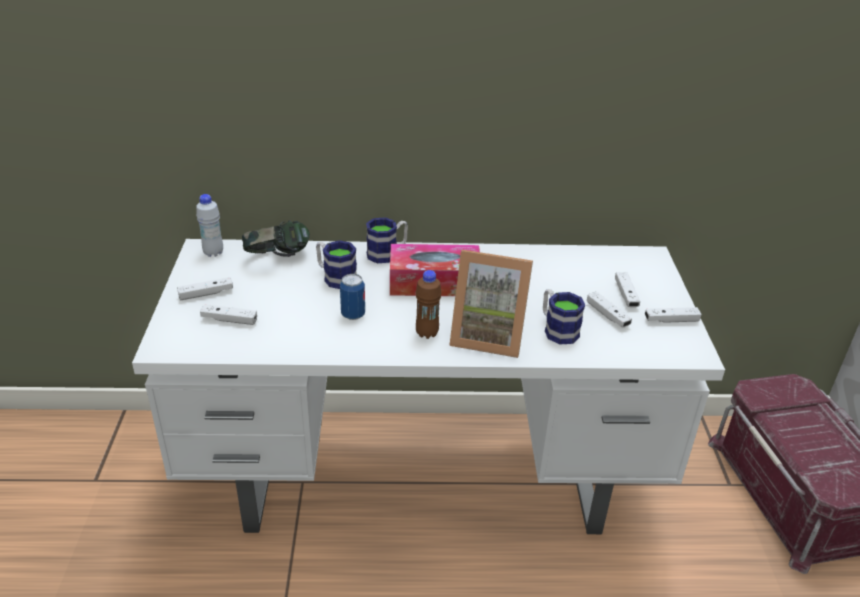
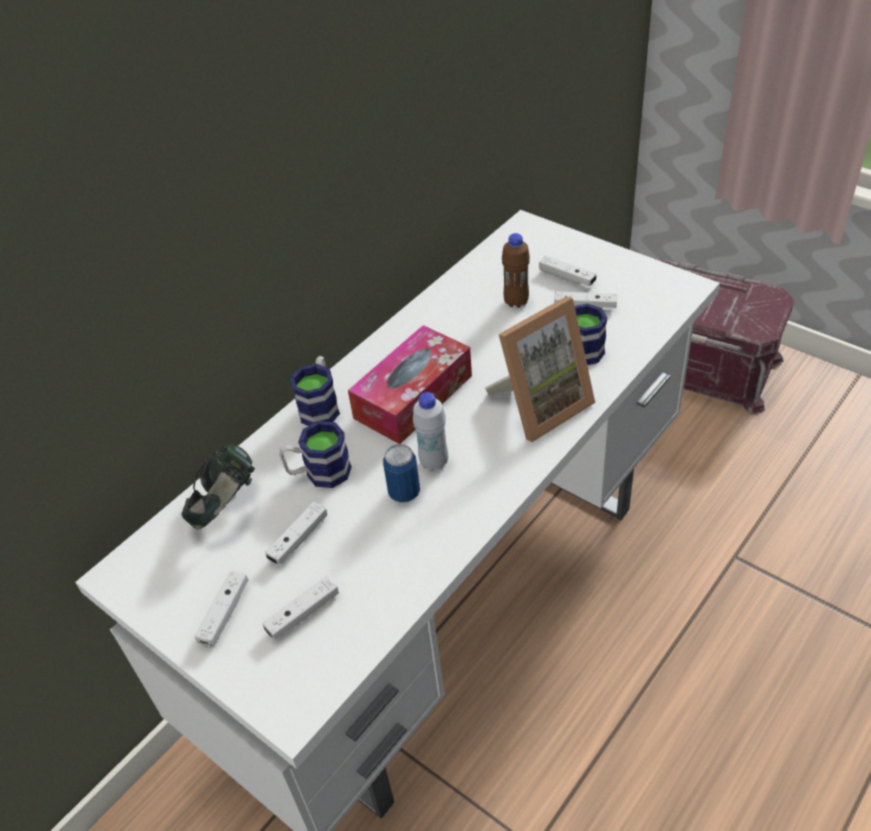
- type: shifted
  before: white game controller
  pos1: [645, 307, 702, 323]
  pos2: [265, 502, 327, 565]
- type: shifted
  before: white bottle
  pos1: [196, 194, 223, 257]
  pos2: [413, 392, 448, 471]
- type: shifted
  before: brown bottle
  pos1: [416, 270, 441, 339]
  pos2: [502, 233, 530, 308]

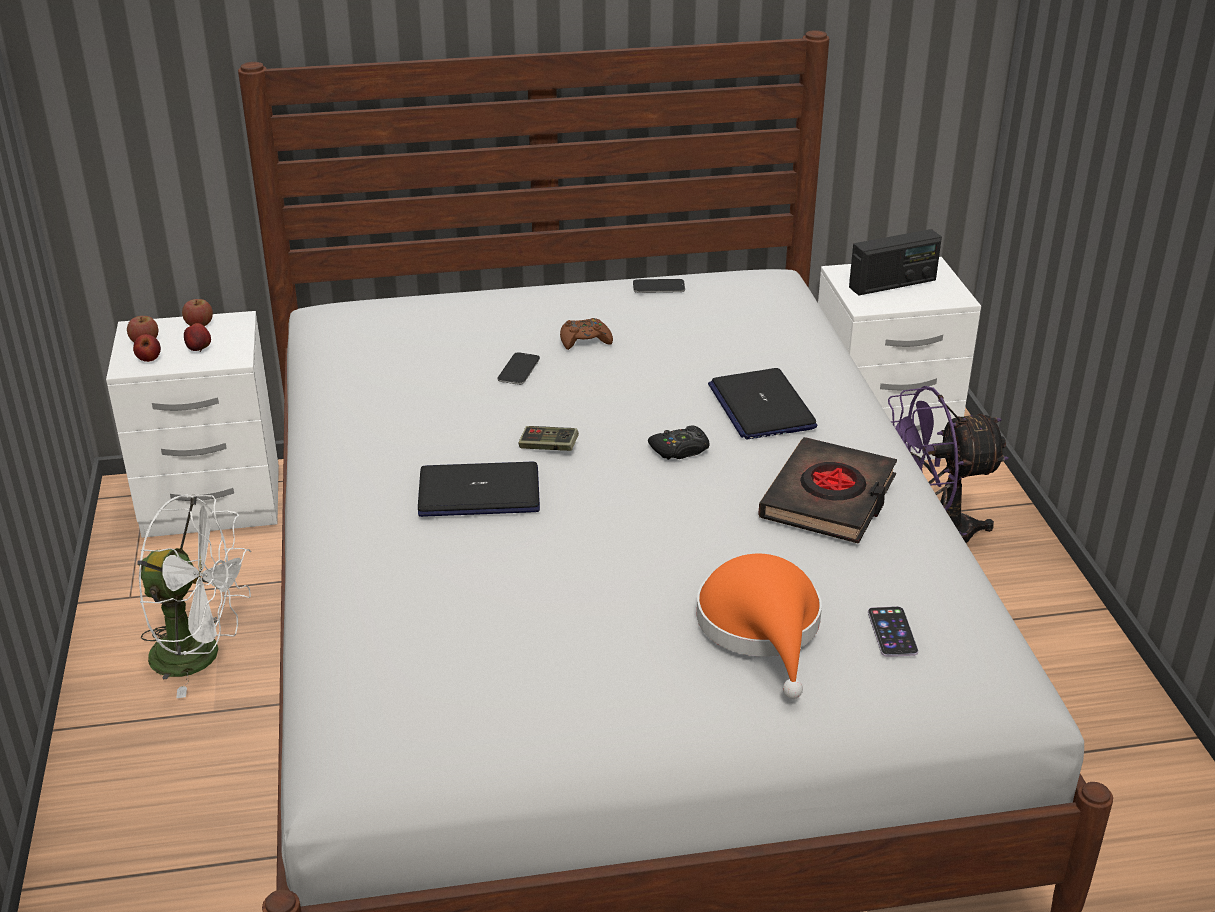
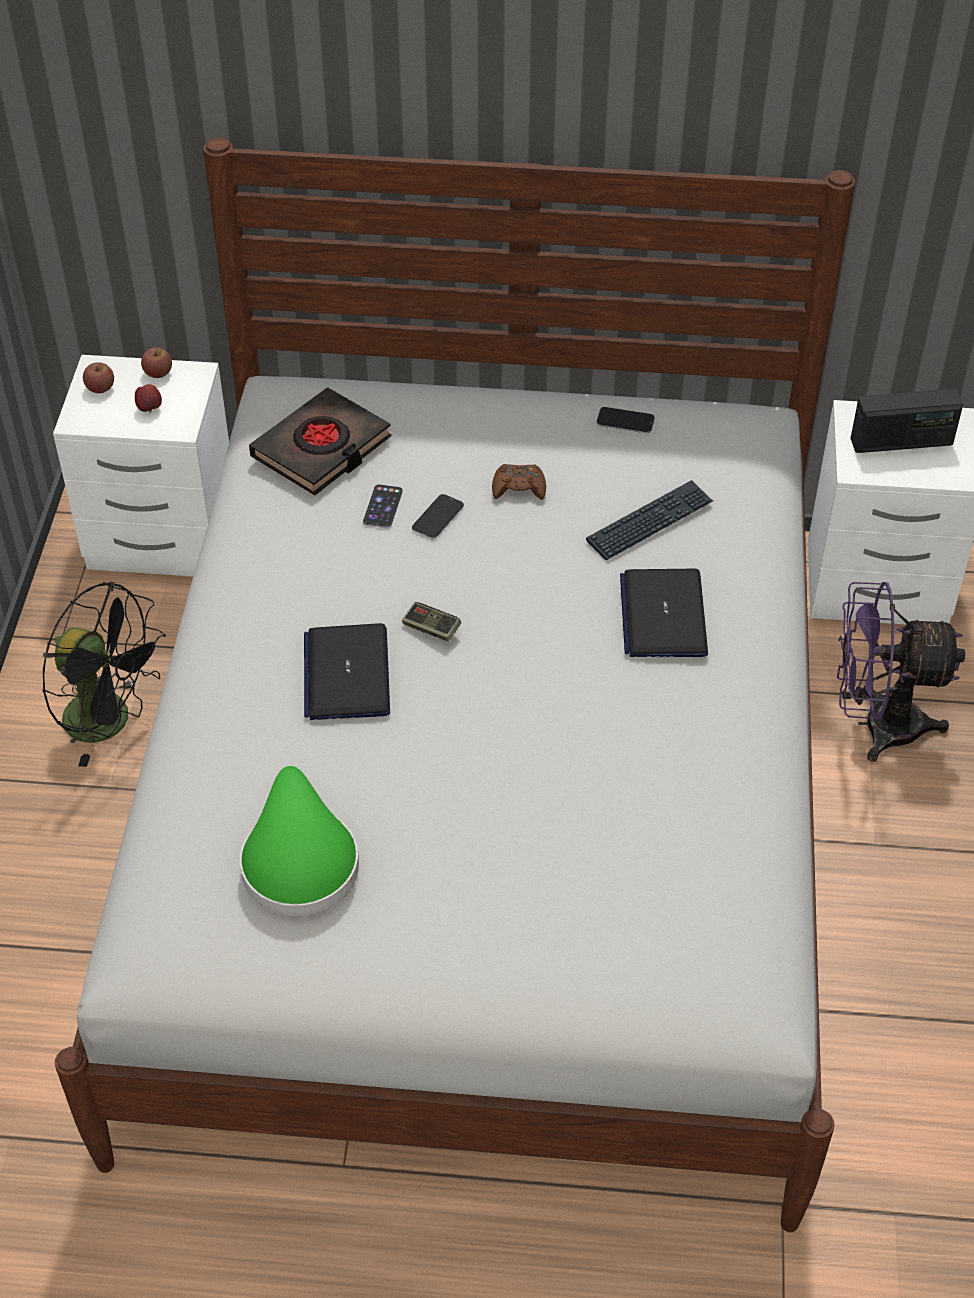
- type: repainted
  before: white fan
  after: black fan
  pos1: [137, 494, 251, 699]
  pos2: [42, 581, 166, 767]
- type: new
  after: green hat
  pos2: [240, 766, 359, 916]
- type: shifted
  before: black book
  pos1: [758, 437, 897, 544]
  pos2: [249, 387, 392, 495]
- type: rotated
  before: laptop
  pos1: [418, 461, 540, 517]
  pos2: [304, 623, 390, 720]
  turn: -105
- type: shifted
  before: phone
  pos1: [868, 606, 918, 657]
  pos2: [363, 484, 403, 528]
- type: new
  after: keyboard
  pos2: [586, 480, 713, 560]
- type: gone
  before: apple
  pos1: [133, 334, 161, 362]
- type: gone
  before: black game controller
  pos1: [648, 426, 710, 460]
- type: gone
  before: orange hat
  pos1: [696, 554, 822, 699]

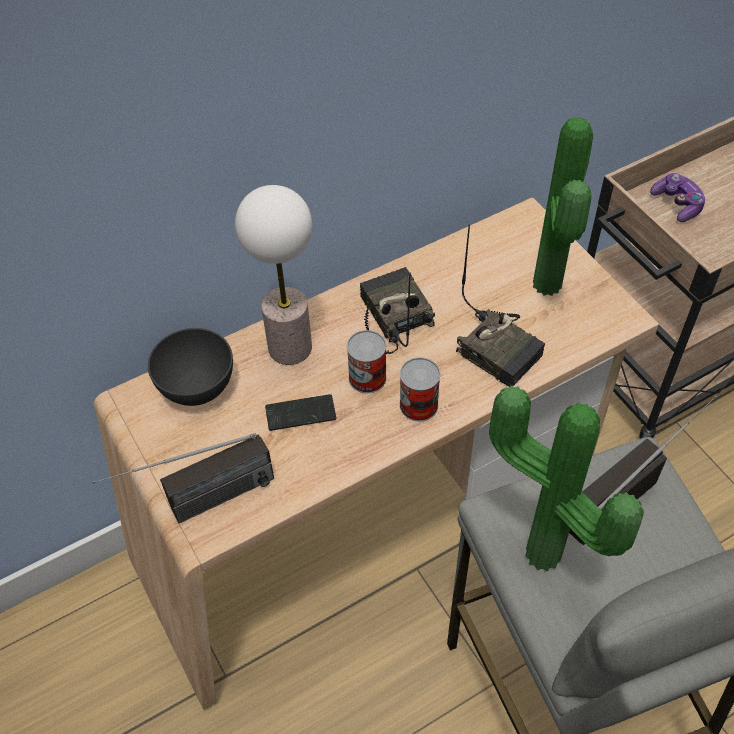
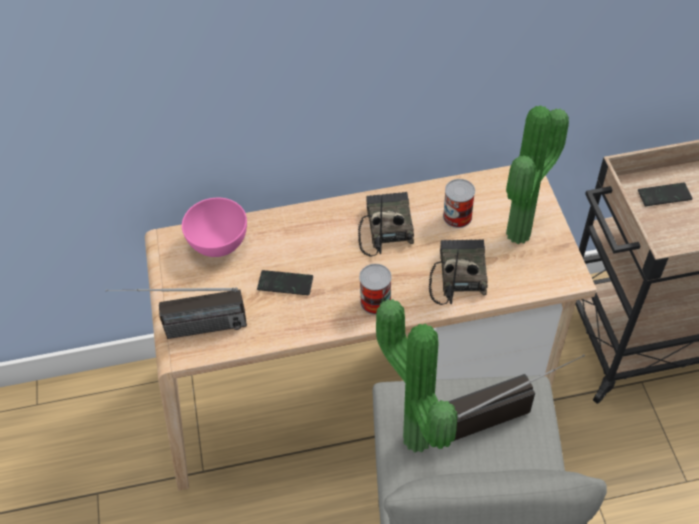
- type: repainted
  before: grey bowl
  after: pink bowl
  pos1: [148, 328, 233, 406]
  pos2: [182, 198, 247, 257]
- type: rotated
  before: radio
  pos1: [456, 224, 545, 387]
  pos2: [429, 239, 488, 305]
  turn: -150
- type: shifted
  before: can
  pos1: [347, 330, 387, 393]
  pos2: [443, 179, 475, 228]
- type: swapped
  before: game controller
  after: phone
  pos1: [650, 173, 705, 222]
  pos2: [638, 183, 693, 206]
- type: gone
  before: table lamp
  pos1: [235, 185, 312, 365]

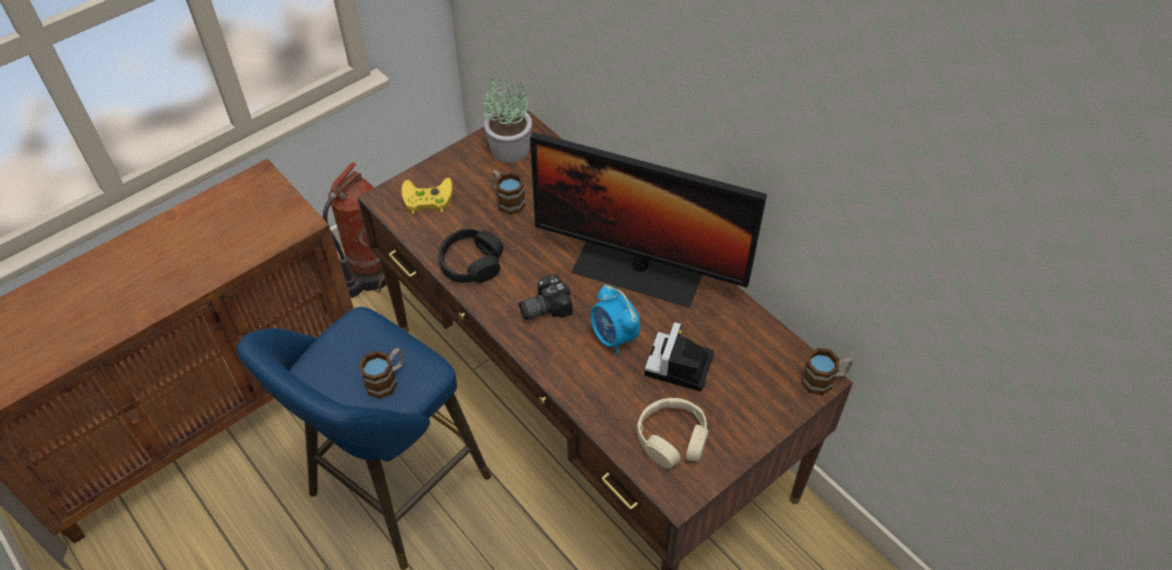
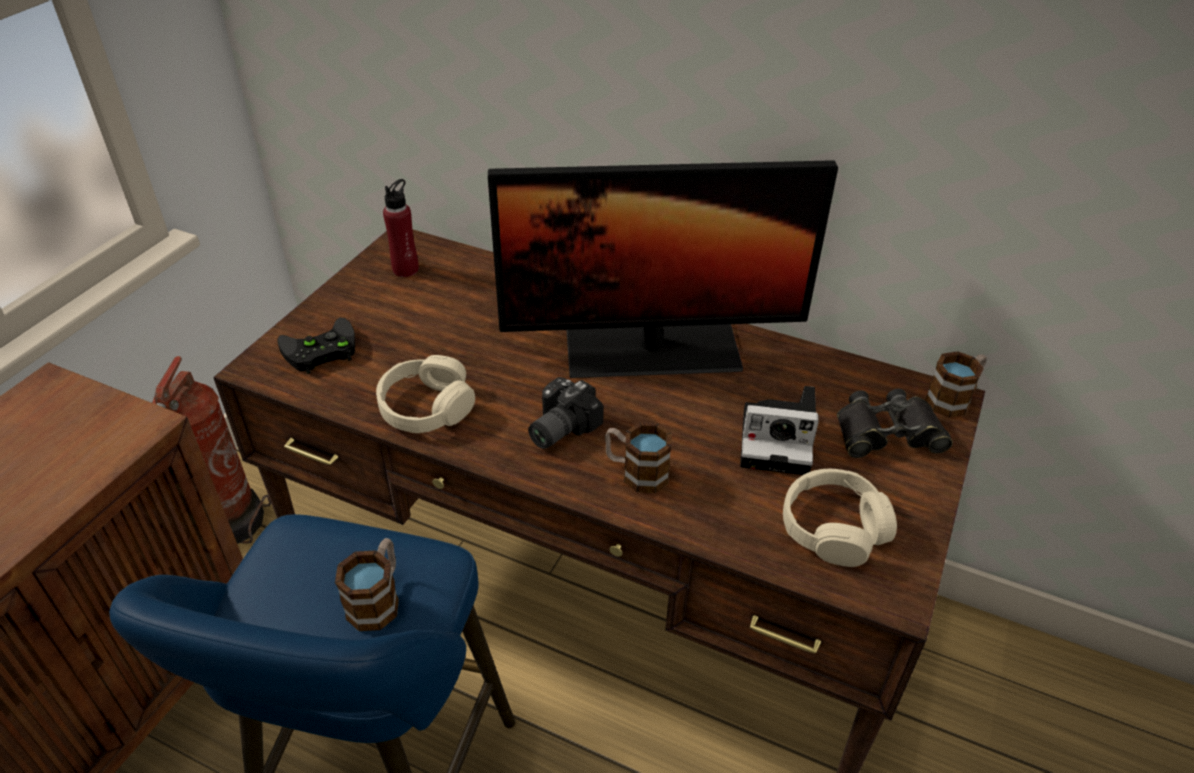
- type: repainted
  before: yellow game controller
  after: black game controller
  pos1: [402, 178, 453, 214]
  pos2: [277, 318, 355, 374]
- type: repainted
  before: black headphones
  after: beige headphones
  pos1: [438, 228, 503, 283]
  pos2: [376, 355, 475, 433]
- type: swapped
  before: potted plant
  after: red bottle
  pos1: [484, 76, 532, 163]
  pos2: [383, 179, 419, 277]
- type: shifted
  before: mug
  pos1: [492, 170, 526, 215]
  pos2: [605, 422, 672, 493]
- type: rotated
  before: photo camera
  pos1: [644, 322, 714, 391]
  pos2: [740, 386, 818, 475]
  turn: -75
- type: new
  after: black binoculars
  pos2: [837, 389, 953, 458]
- type: gone
  before: alarm clock
  pos1: [590, 284, 640, 355]

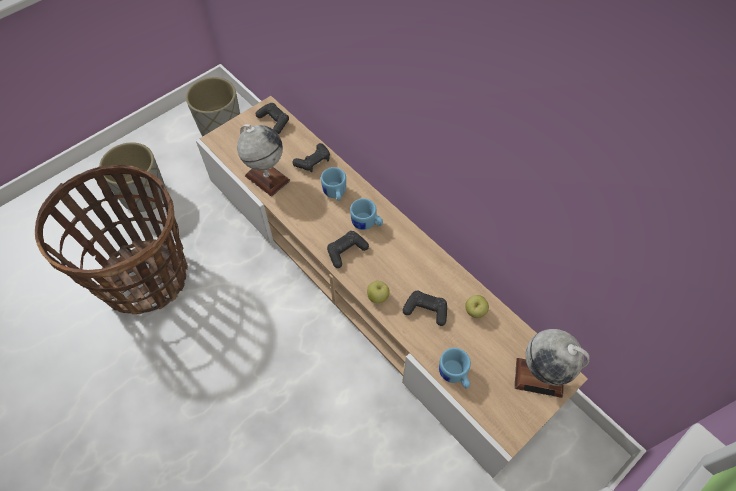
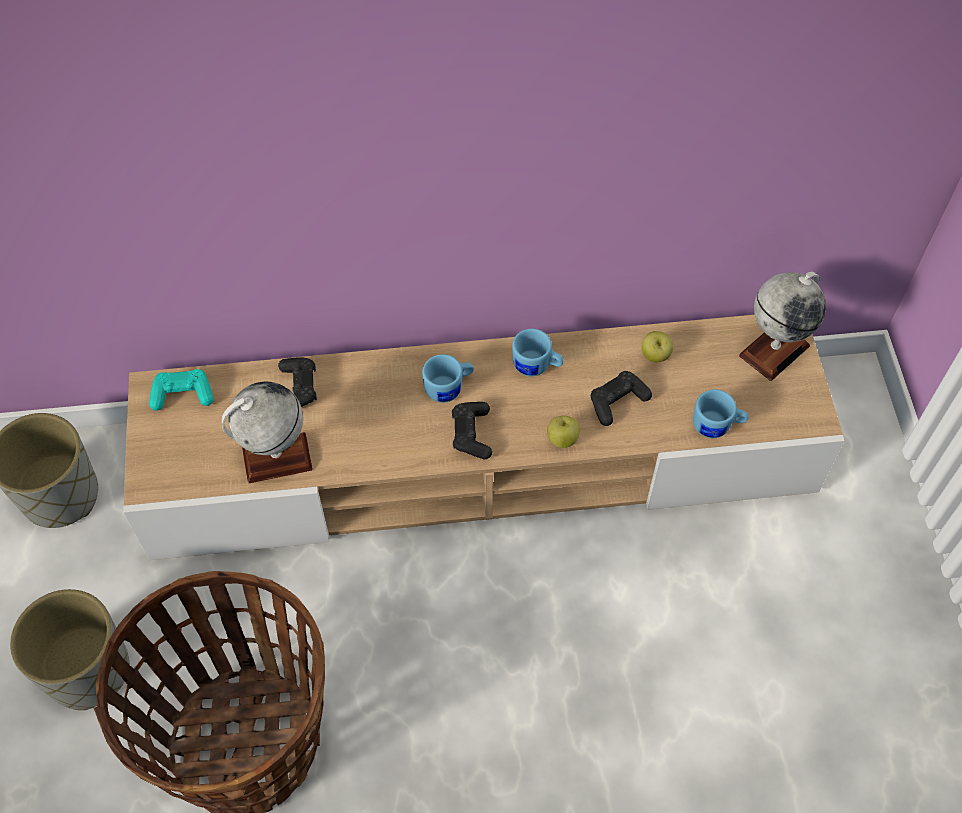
- type: repainted
  before: black game controller
  after: turquoise game controller
  pos1: [256, 103, 289, 134]
  pos2: [149, 369, 214, 411]
- type: shifted
  before: blue mug
  pos1: [321, 167, 346, 201]
  pos2: [512, 329, 564, 376]

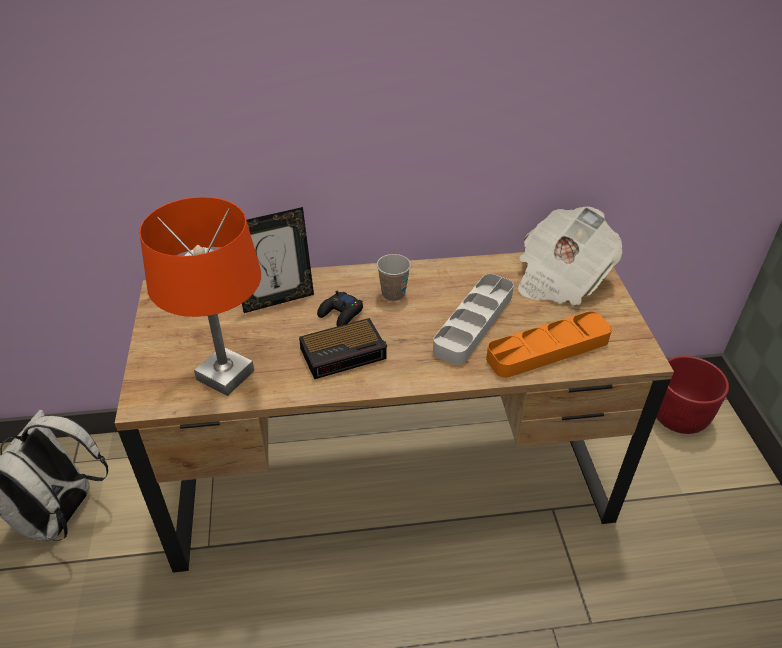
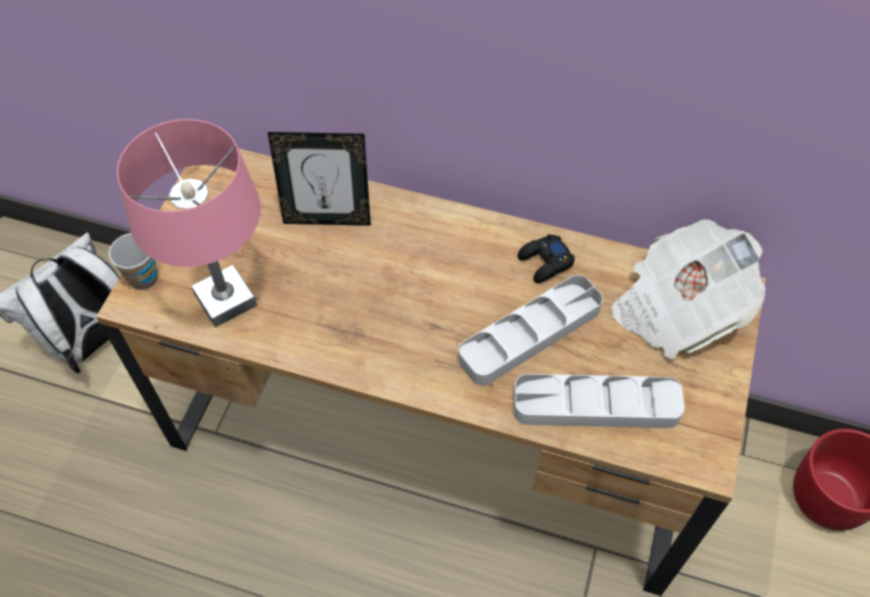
- type: shifted
  before: cup
  pos1: [377, 254, 411, 301]
  pos2: [109, 233, 158, 290]
- type: repainted
  before: orange table lamp
  after: pink table lamp
  pos1: [139, 197, 261, 396]
  pos2: [117, 119, 261, 327]
- type: repainted
  before: orange tray
  after: grey tray
  pos1: [486, 311, 612, 378]
  pos2: [513, 374, 685, 428]
- type: shifted
  before: black game controller
  pos1: [317, 291, 363, 326]
  pos2: [518, 234, 575, 283]
- type: gone
  before: alarm clock
  pos1: [299, 318, 387, 379]

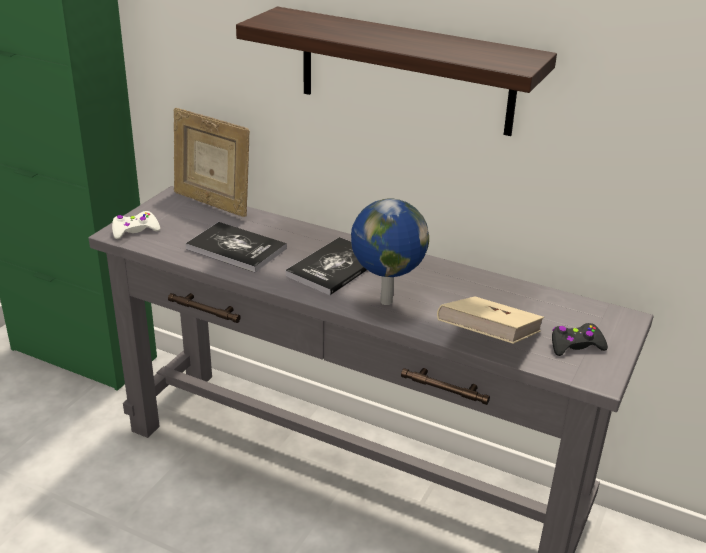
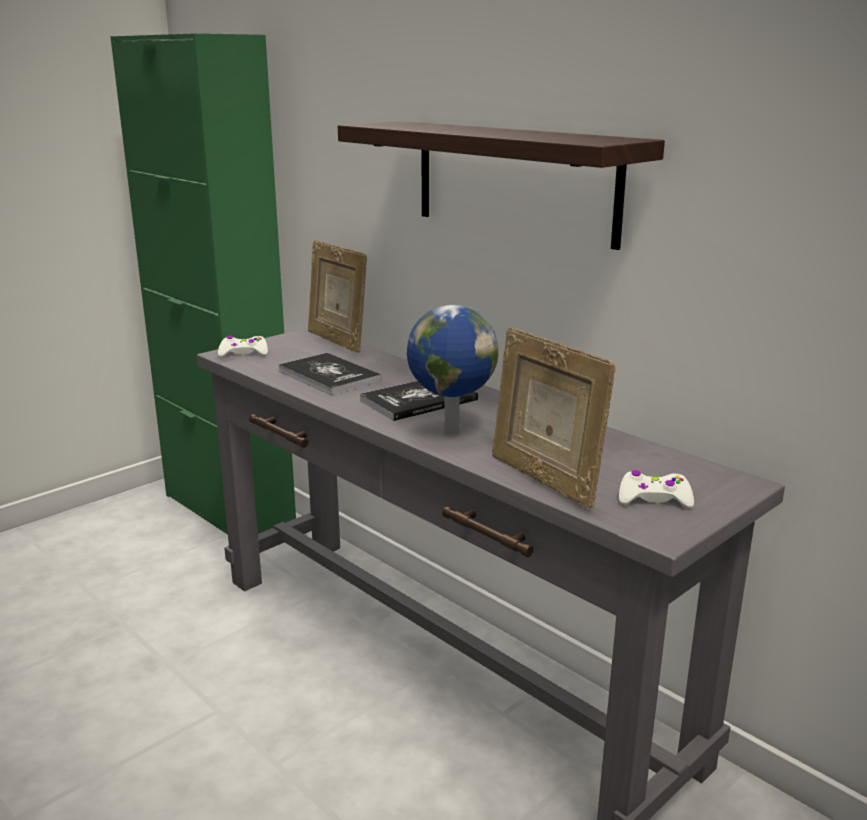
- type: swapped
  before: beige book
  after: picture frame
  pos1: [437, 296, 544, 344]
  pos2: [492, 327, 616, 508]
- type: repainted
  before: black game controller
  after: white game controller
  pos1: [552, 323, 608, 356]
  pos2: [619, 470, 694, 509]

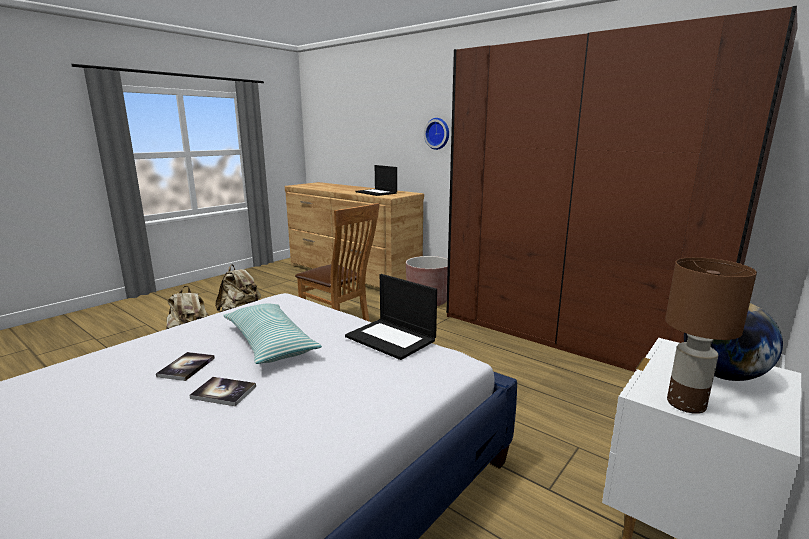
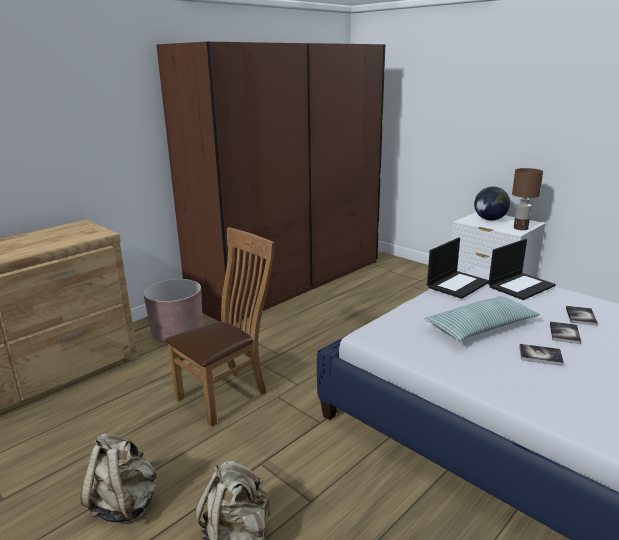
- type: shifted
  before: laptop
  pos1: [356, 165, 397, 196]
  pos2: [488, 239, 556, 300]
- type: new
  after: book
  pos2: [566, 306, 598, 326]
- type: gone
  before: wall clock
  pos1: [424, 118, 449, 150]

